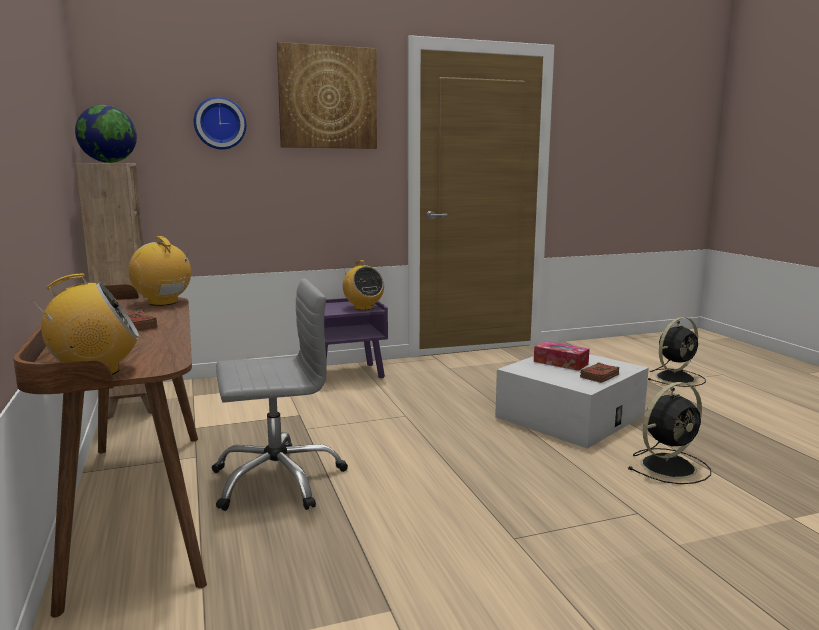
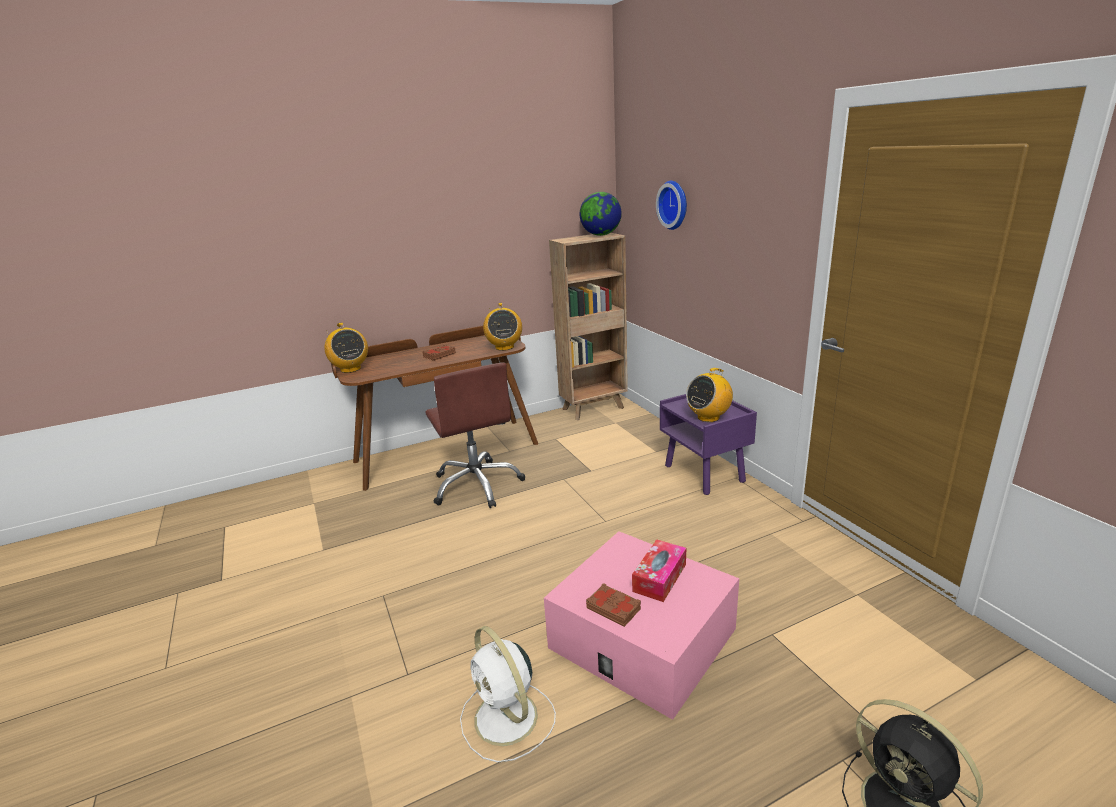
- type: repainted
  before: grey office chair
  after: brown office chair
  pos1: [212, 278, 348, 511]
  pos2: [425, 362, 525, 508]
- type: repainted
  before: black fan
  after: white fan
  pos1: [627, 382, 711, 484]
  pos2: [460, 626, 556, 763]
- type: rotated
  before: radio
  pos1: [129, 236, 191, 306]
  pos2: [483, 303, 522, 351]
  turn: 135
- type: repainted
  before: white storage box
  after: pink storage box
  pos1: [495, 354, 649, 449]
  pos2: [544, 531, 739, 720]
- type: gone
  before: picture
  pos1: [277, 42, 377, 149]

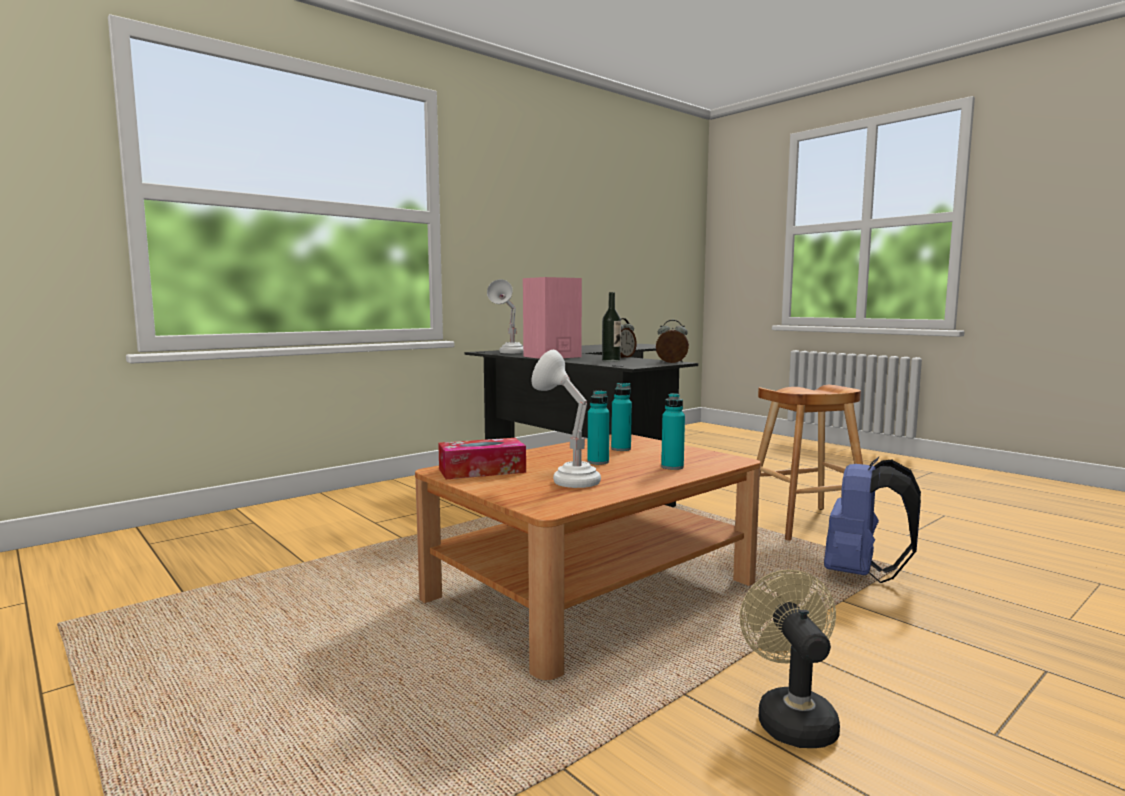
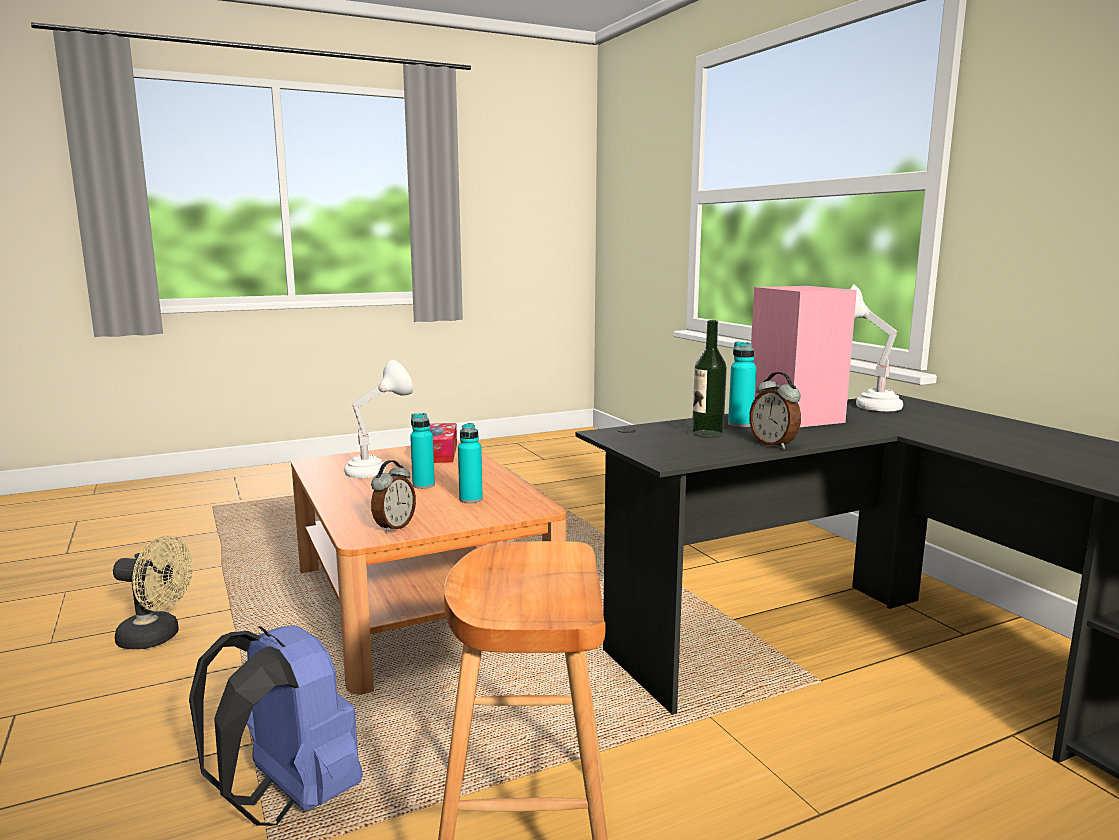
- type: shifted
  before: alarm clock
  pos1: [656, 320, 689, 363]
  pos2: [371, 460, 416, 533]
- type: shifted
  before: turquoise bottle
  pos1: [661, 393, 685, 470]
  pos2: [728, 341, 756, 427]

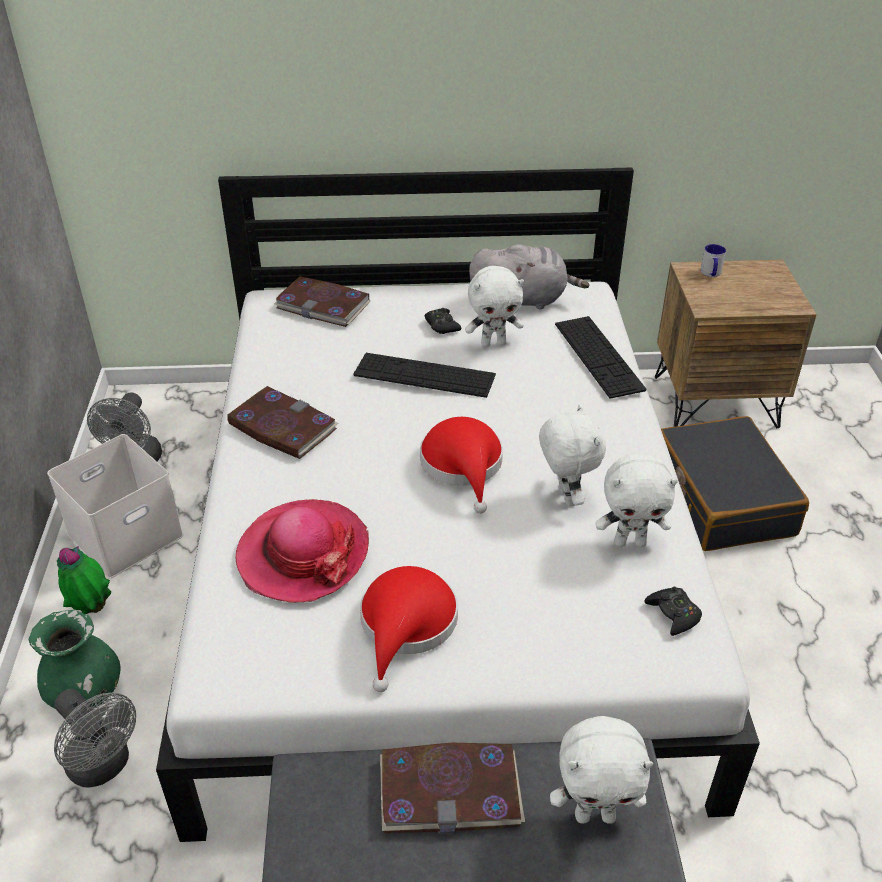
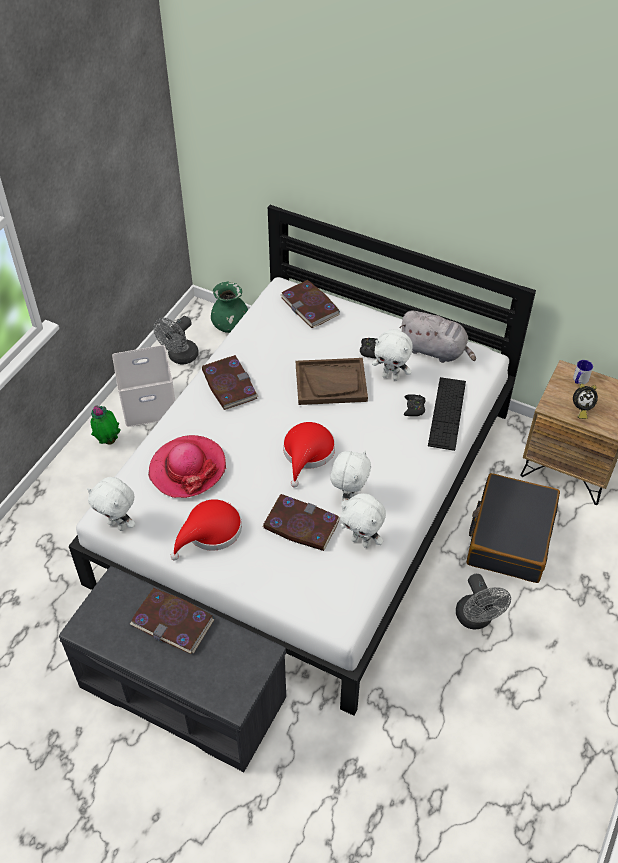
- type: shifted
  before: white plush toy
  pos1: [550, 716, 653, 824]
  pos2: [87, 477, 136, 531]
- type: shifted
  before: green vase
  pos1: [29, 610, 121, 709]
  pos2: [211, 282, 248, 333]
- type: new
  after: book
  pos2: [263, 494, 341, 551]
- type: swapped
  before: keyboard
  after: brown tray
  pos1: [354, 353, 496, 398]
  pos2: [296, 358, 368, 405]
- type: shifted
  before: black game controller
  pos1: [645, 587, 702, 636]
  pos2: [404, 394, 426, 416]
- type: shifted
  before: grey fan
  pos1: [54, 689, 136, 788]
  pos2: [456, 574, 511, 630]
- type: new
  after: alarm clock
  pos2: [573, 384, 598, 419]

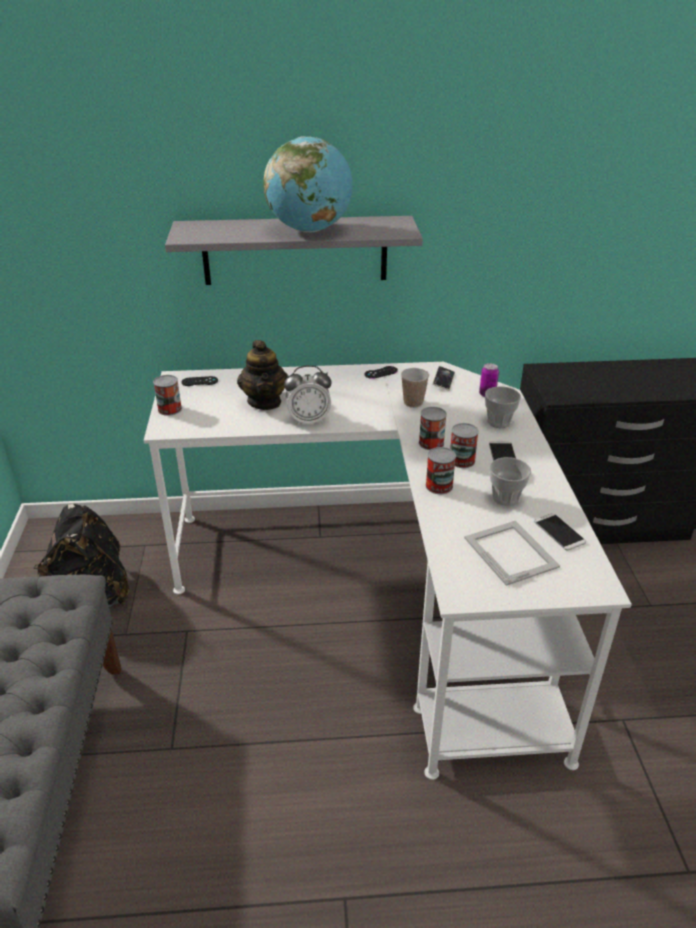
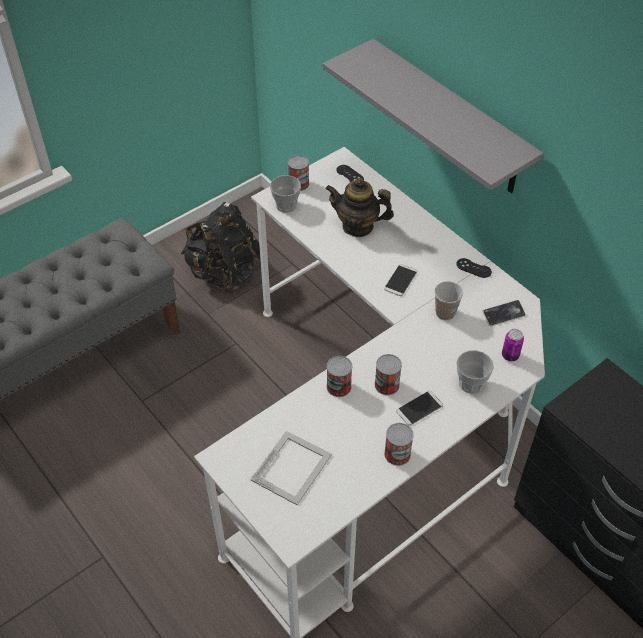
- type: shifted
  before: cup
  pos1: [490, 457, 531, 506]
  pos2: [270, 175, 301, 213]
- type: rotated
  before: teapot
  pos1: [237, 340, 288, 410]
  pos2: [325, 178, 394, 237]
  turn: 60
- type: shifted
  before: phone
  pos1: [534, 513, 586, 550]
  pos2: [384, 264, 417, 296]
- type: shifted
  before: can
  pos1: [419, 407, 447, 450]
  pos2: [384, 423, 414, 466]
- type: gone
  before: globe
  pos1: [263, 136, 353, 232]
- type: gone
  before: alarm clock
  pos1: [284, 365, 332, 426]

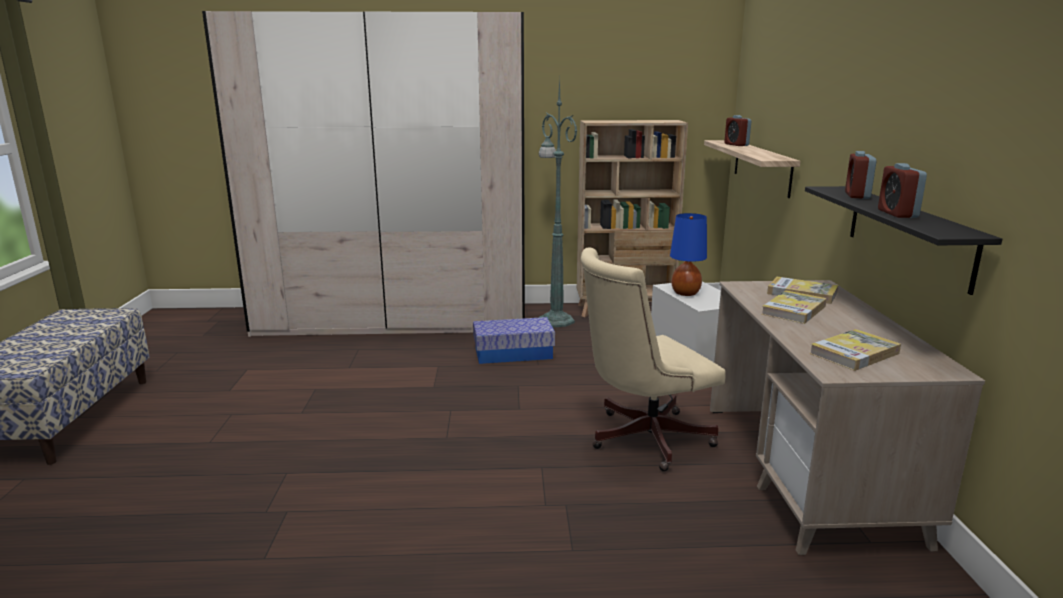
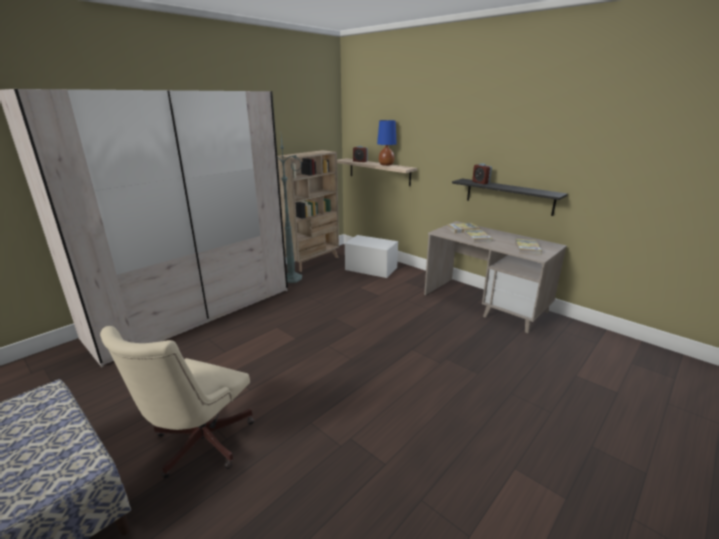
- type: shifted
  before: beige office chair
  pos1: [581, 247, 726, 472]
  pos2: [100, 326, 254, 478]
- type: shifted
  before: blue table lamp
  pos1: [670, 213, 707, 296]
  pos2: [377, 120, 397, 166]
- type: gone
  before: storage box
  pos1: [473, 317, 555, 364]
- type: gone
  before: alarm clock
  pos1: [878, 163, 927, 218]

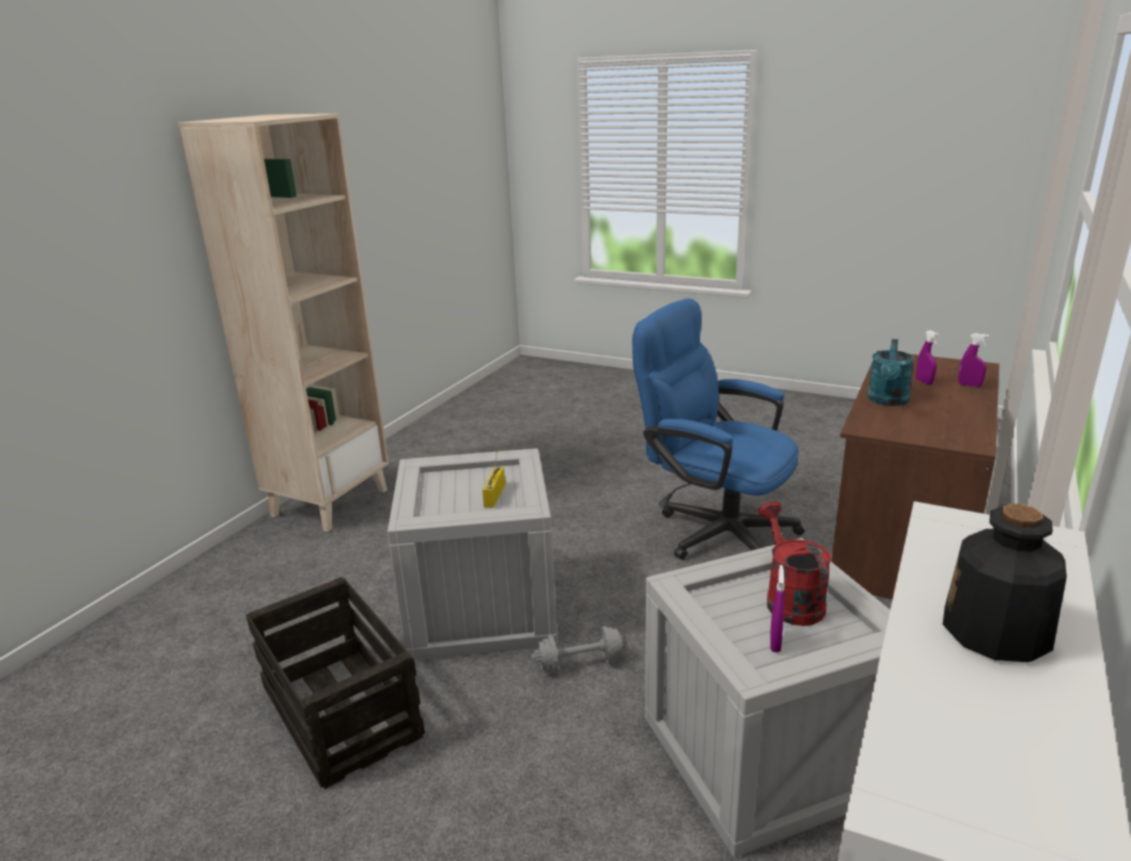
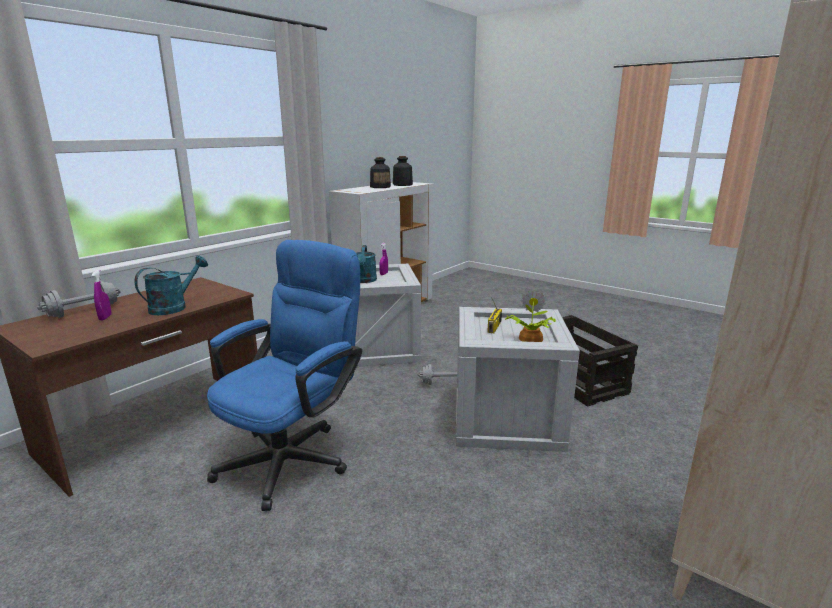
- type: swapped
  before: purple spray bottle
  after: grey dumbbell
  pos1: [958, 333, 989, 387]
  pos2: [37, 281, 120, 318]
- type: rotated
  before: blue office chair
  pos1: [632, 298, 805, 560]
  pos2: [207, 240, 362, 511]
  turn: -105
- type: repainted
  before: red watering can
  after: turquoise watering can
  pos1: [758, 501, 831, 626]
  pos2: [356, 245, 377, 283]
- type: new
  after: bottle
  pos2: [393, 156, 413, 186]
- type: new
  after: potted plant
  pos2: [505, 290, 556, 342]

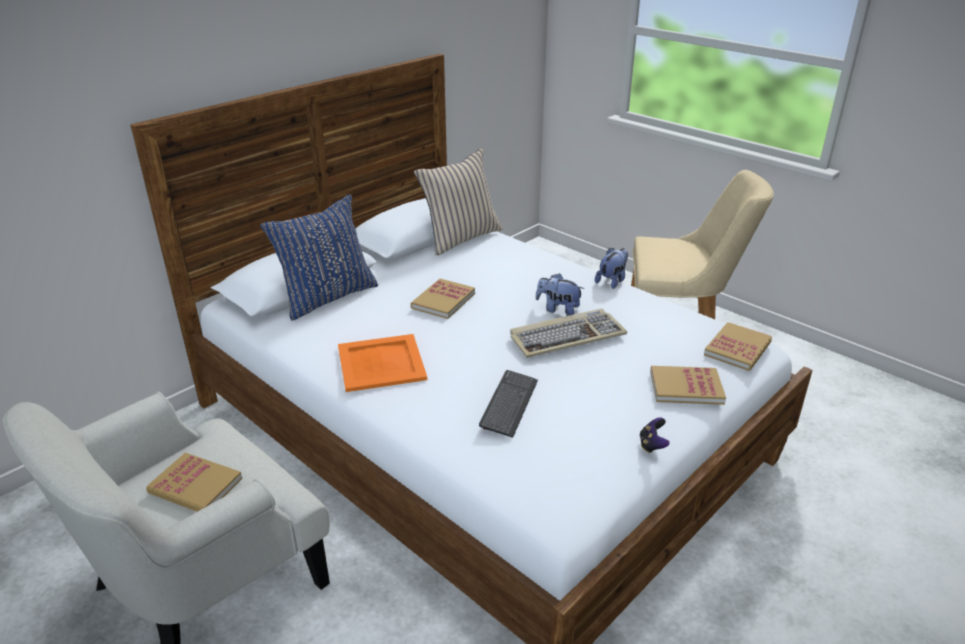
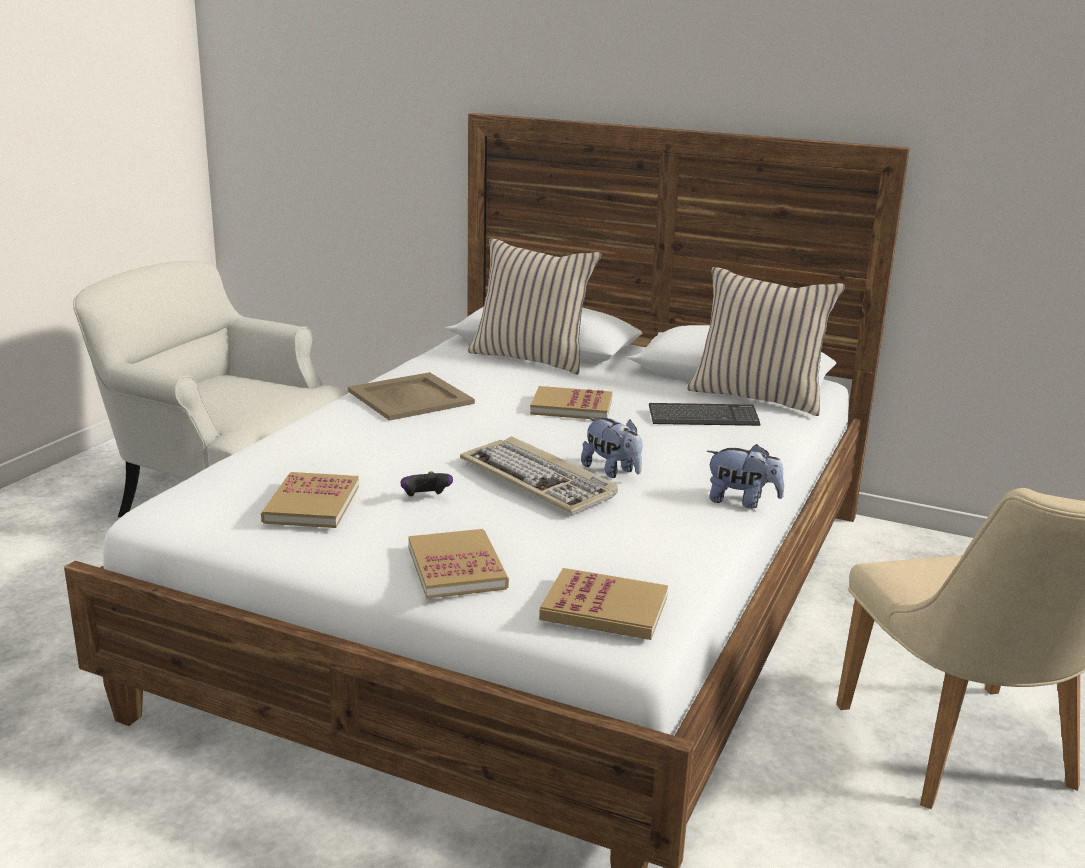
- type: shifted
  before: book
  pos1: [146, 453, 242, 512]
  pos2: [261, 472, 359, 528]
- type: repainted
  before: orange tray
  after: beige tray
  pos1: [338, 334, 427, 392]
  pos2: [348, 372, 475, 421]
- type: shifted
  before: game controller
  pos1: [640, 417, 670, 453]
  pos2: [400, 471, 453, 497]
- type: repainted
  before: blue pillow
  after: beige pillow
  pos1: [260, 194, 378, 321]
  pos2: [468, 238, 602, 375]
- type: rotated
  before: plush toy
  pos1: [535, 273, 584, 316]
  pos2: [581, 417, 642, 478]
  turn: 135
- type: shifted
  before: keyboard
  pos1: [479, 370, 538, 438]
  pos2: [649, 403, 761, 426]

